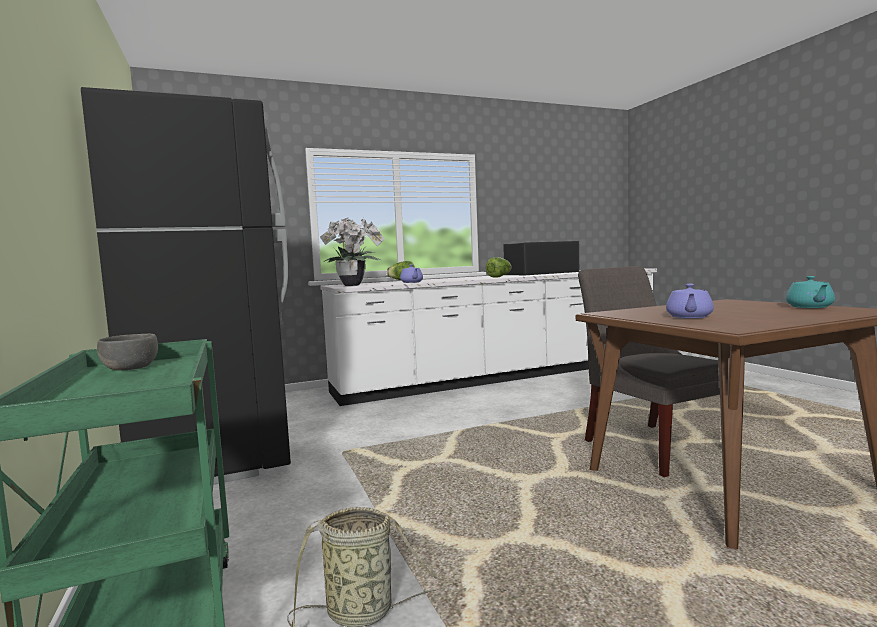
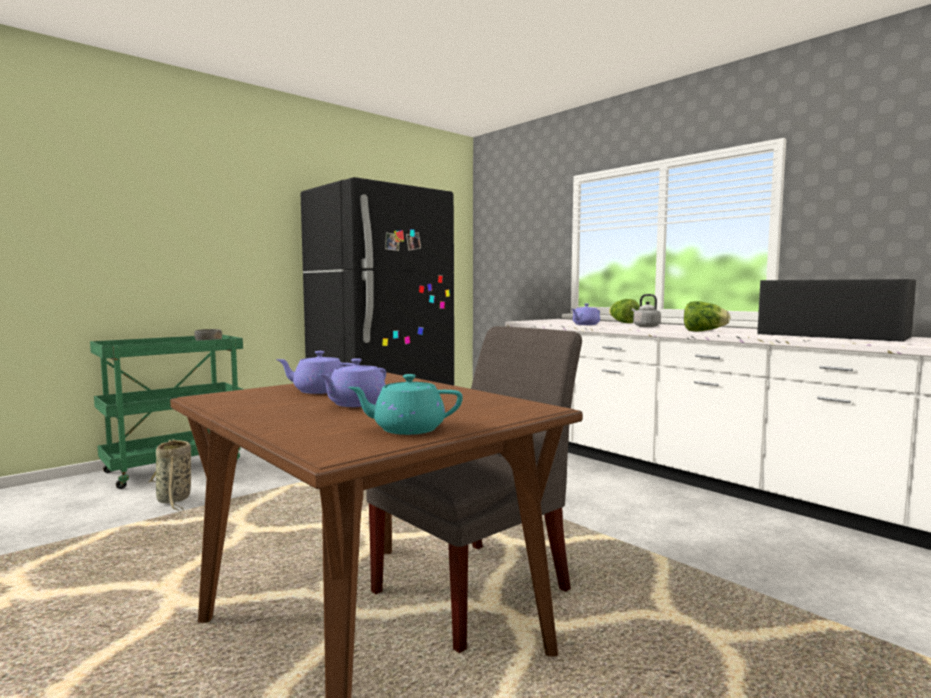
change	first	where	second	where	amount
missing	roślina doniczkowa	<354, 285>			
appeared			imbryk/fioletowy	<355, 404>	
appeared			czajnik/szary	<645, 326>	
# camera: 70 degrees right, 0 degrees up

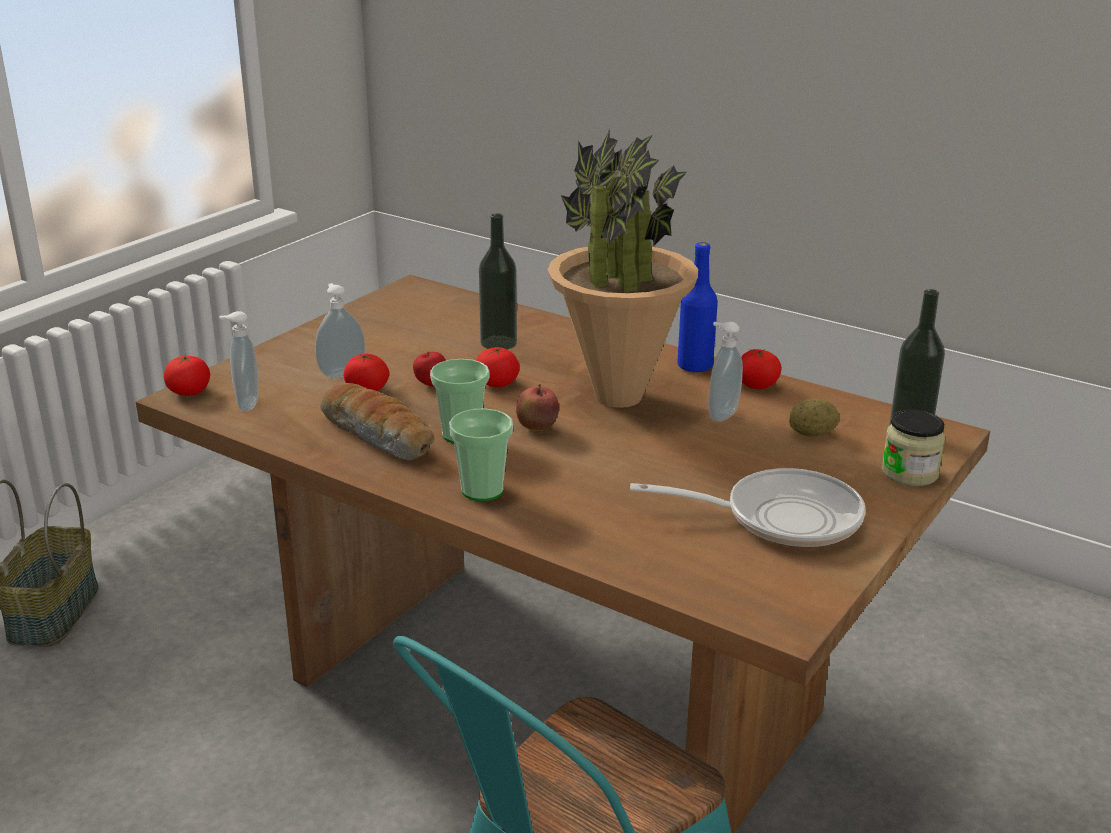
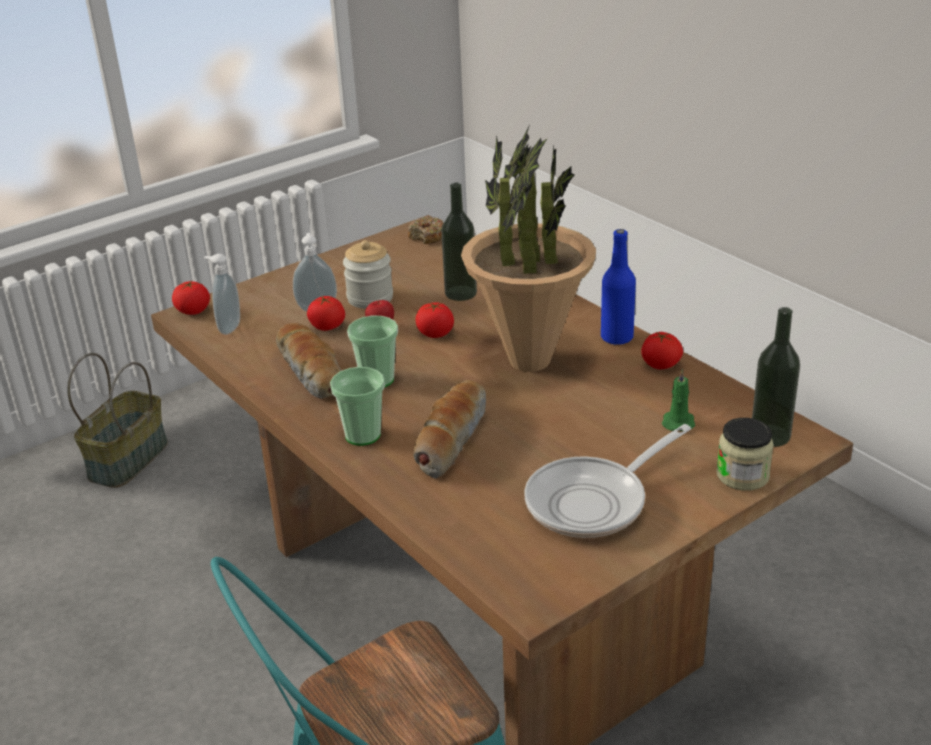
change	first	where	second	where	amount
missing	jabłko	<537, 428>			
missing	dozownik mydła	<721, 414>			
appeared			słoik	<370, 298>	
appeared			donut	<427, 236>	
appeared			chleb	<450, 438>	
exchanged	ziemniak	<812, 434>	świeca/zielony	<678, 422>	
spun	patelnia	<780, 517>		<594, 501>	120 degrees clockwise
# camera: 20 degrees right, 5 degrees up

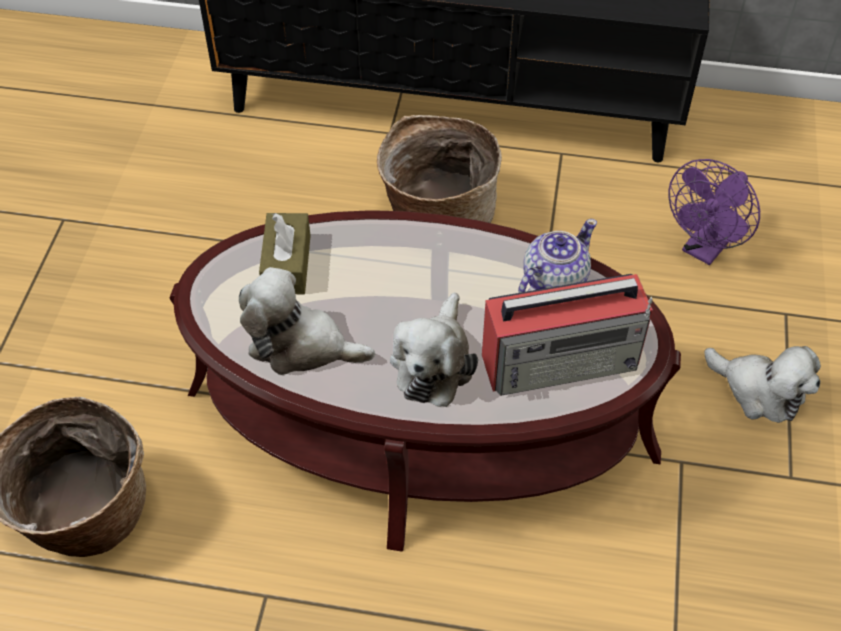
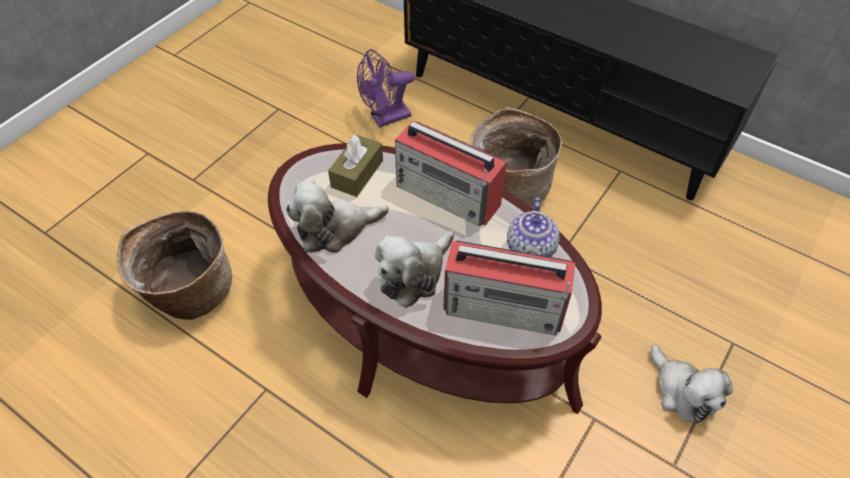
change	first	where	second	where	amount
appeared			radio	<449, 195>	
relocated	wentylator/fioletowy	<704, 249>		<385, 118>	
spun	pluszak	<301, 345>		<335, 229>	60 degrees counterclockwise
spun	imbryk	<553, 280>		<531, 248>	120 degrees clockwise
# camera: 25 degrees right, 0 degrees up

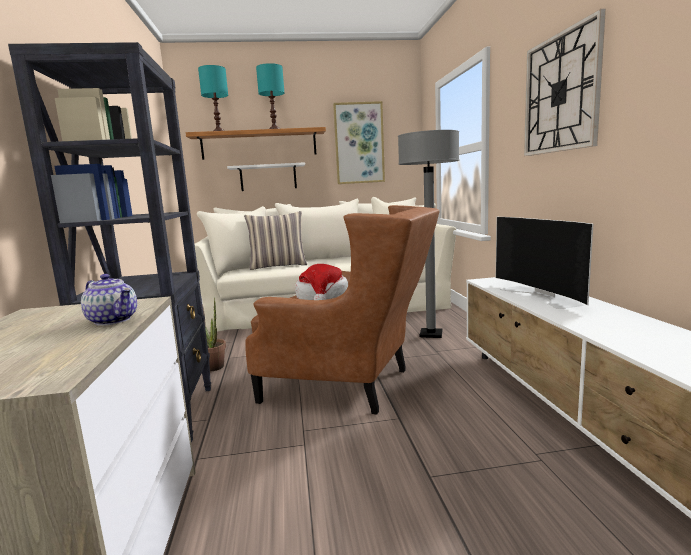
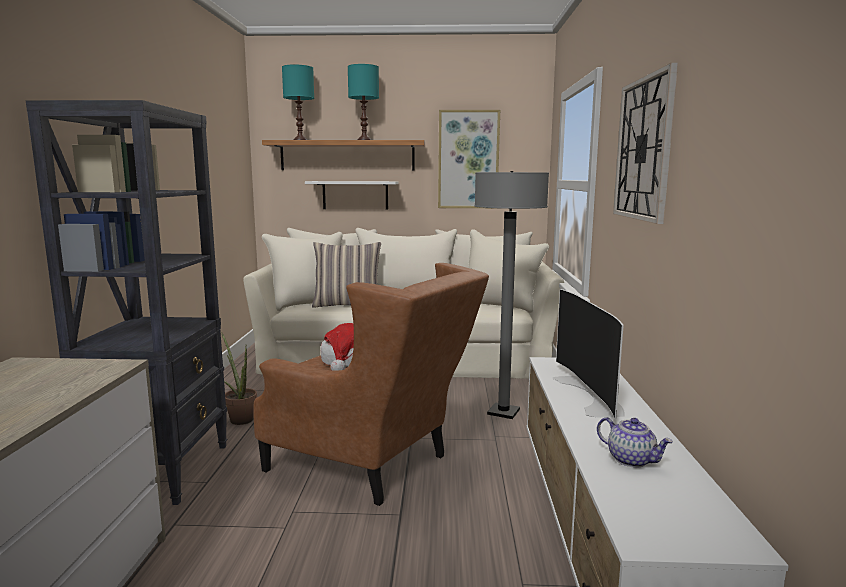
change	first	where	second	where	amount
relocated	imbryk	<114, 320>		<631, 460>	
# camera: 10 degrees right, 0 degrees up

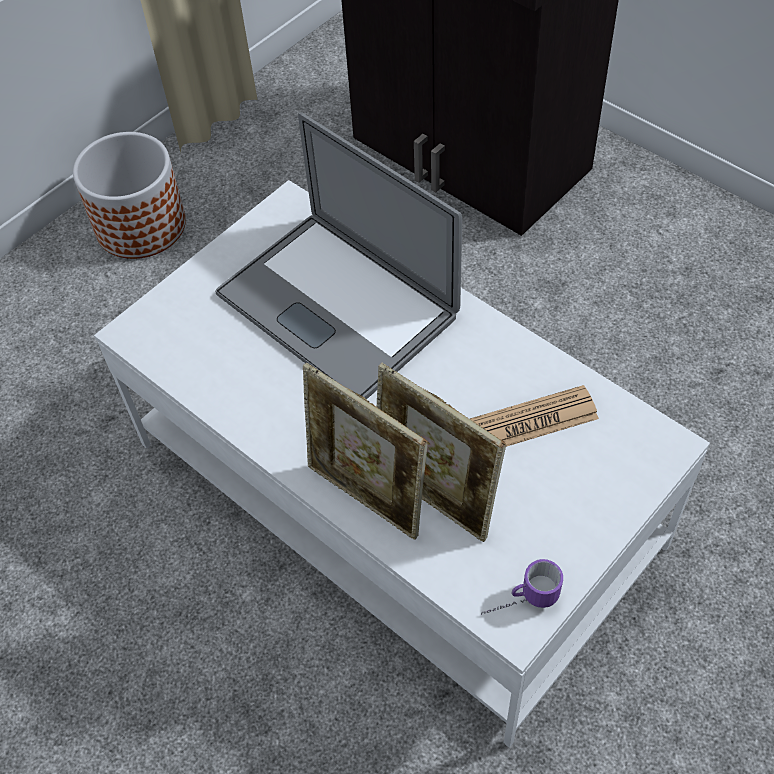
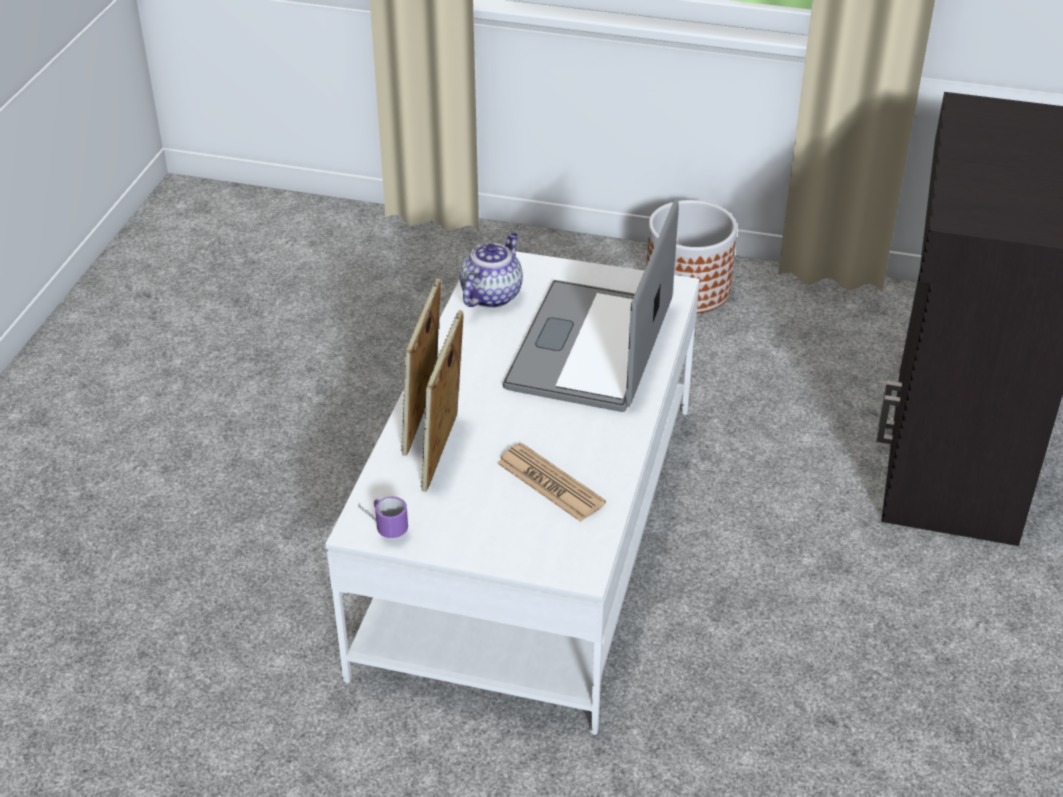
change	first	where	second	where	amount
appeared			imbryk	<491, 295>	
# camera: 60 degrees right, 15 degrees down

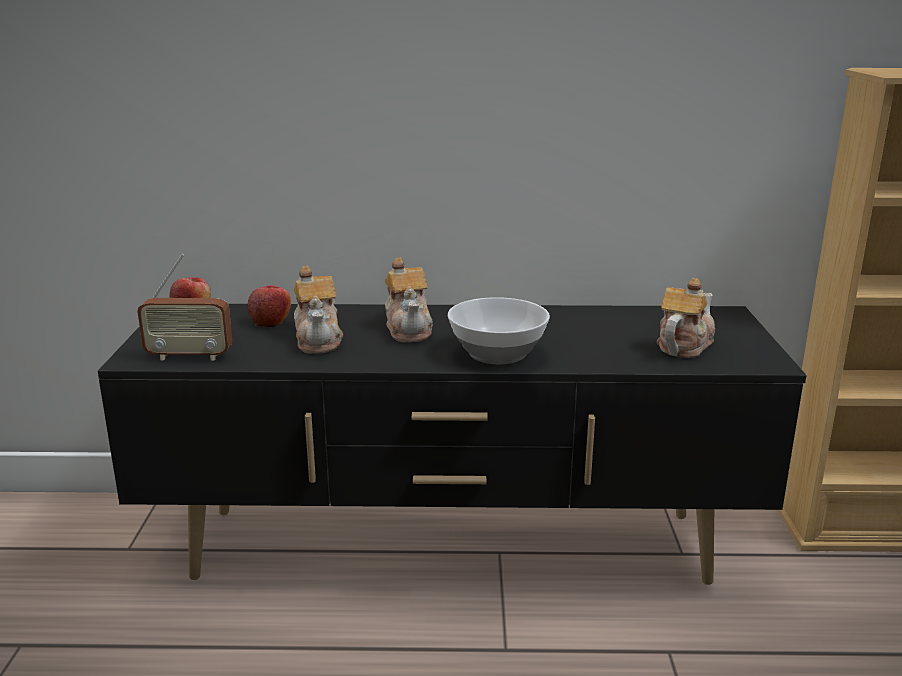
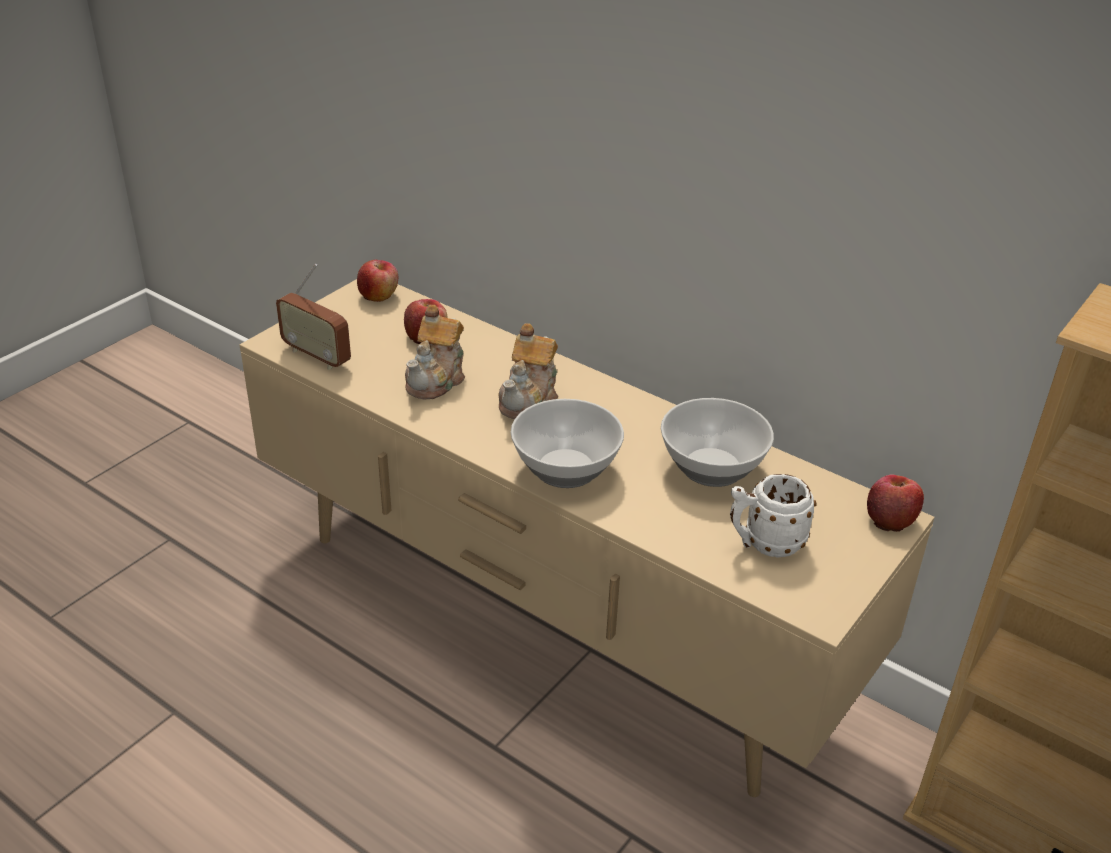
change	first	where	second	where	amount
appeared			miska	<711, 468>	
appeared			jabłko	<890, 518>	
exchanged	imbryk	<683, 346>	kubek/biały	<764, 543>	
colour	szafka pod telewizor/czarny	<452, 548>	szafka pod telewizor/beżowy	<552, 623>	
# camera: 35 degrees right, 15 degrees up

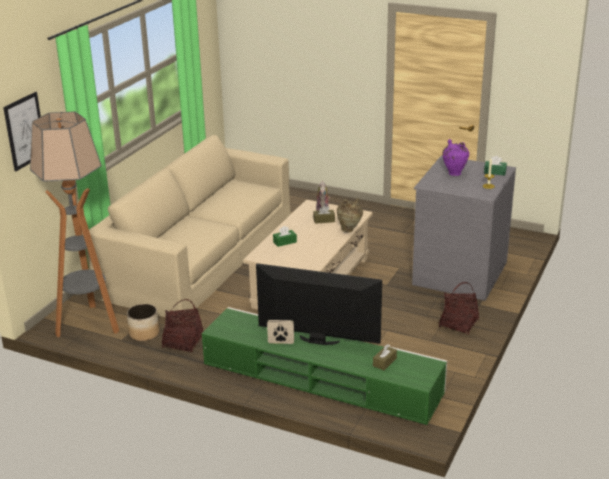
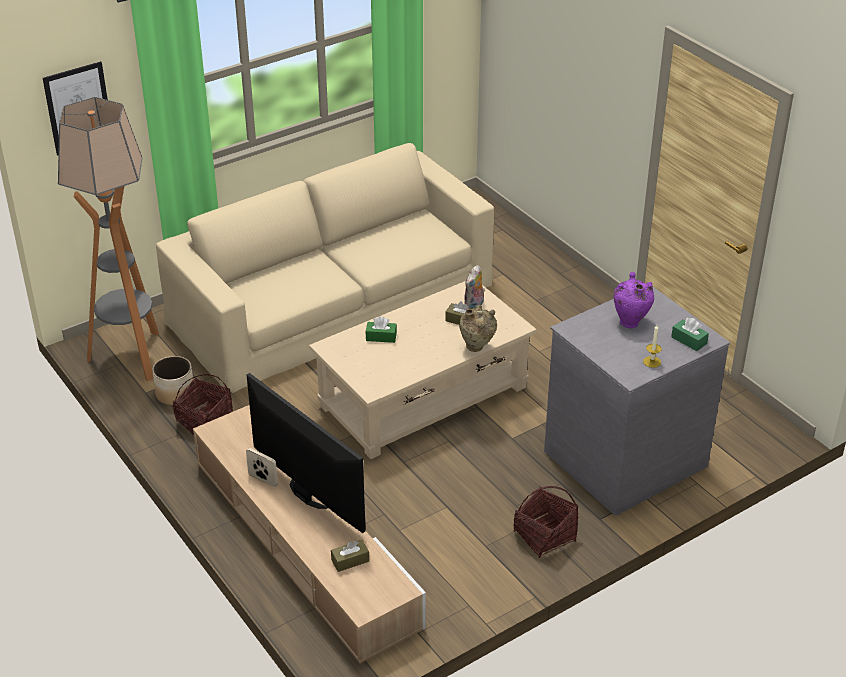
change	first	where	second	where	amount
colour	szafka pod telewizor/zielony	<320, 379>	szafka pod telewizor/beżowy	<304, 543>	
# camera: 30 degrees right, 10 degrees up

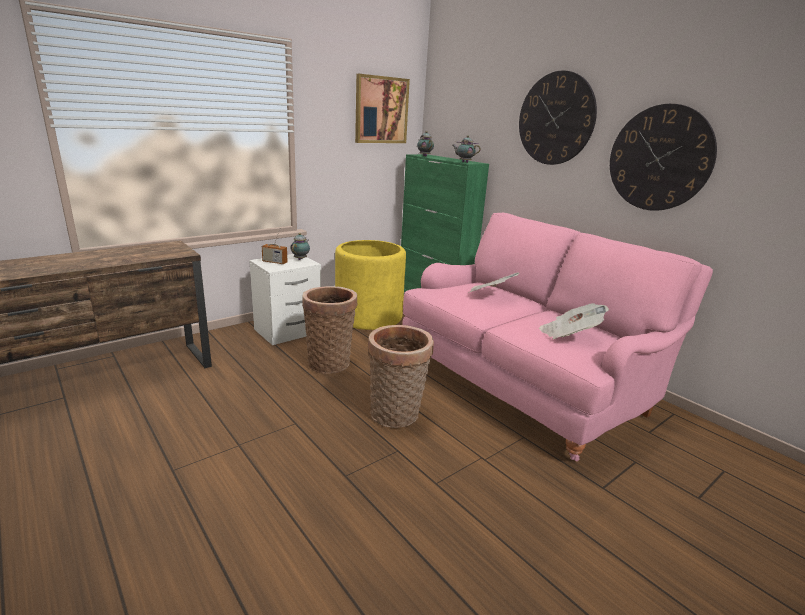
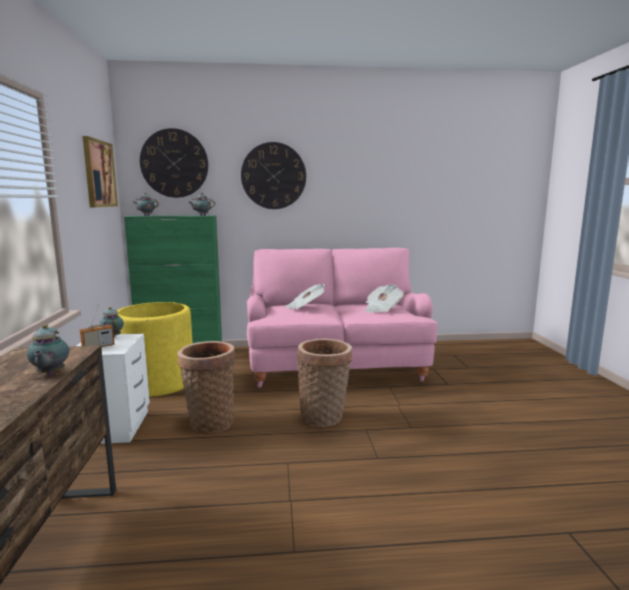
change	first	where	second	where	amount
appeared			imbryk	<50, 374>	
relocated	zegar ścienny	<659, 158>		<174, 163>	
# camera: 55 degrees left, 10 degrees down

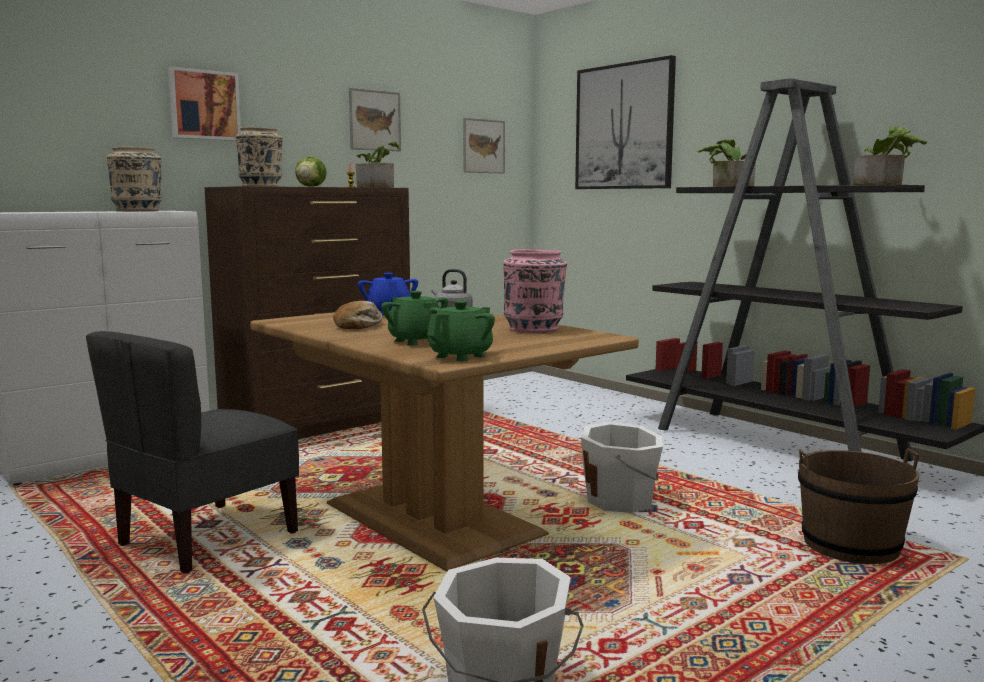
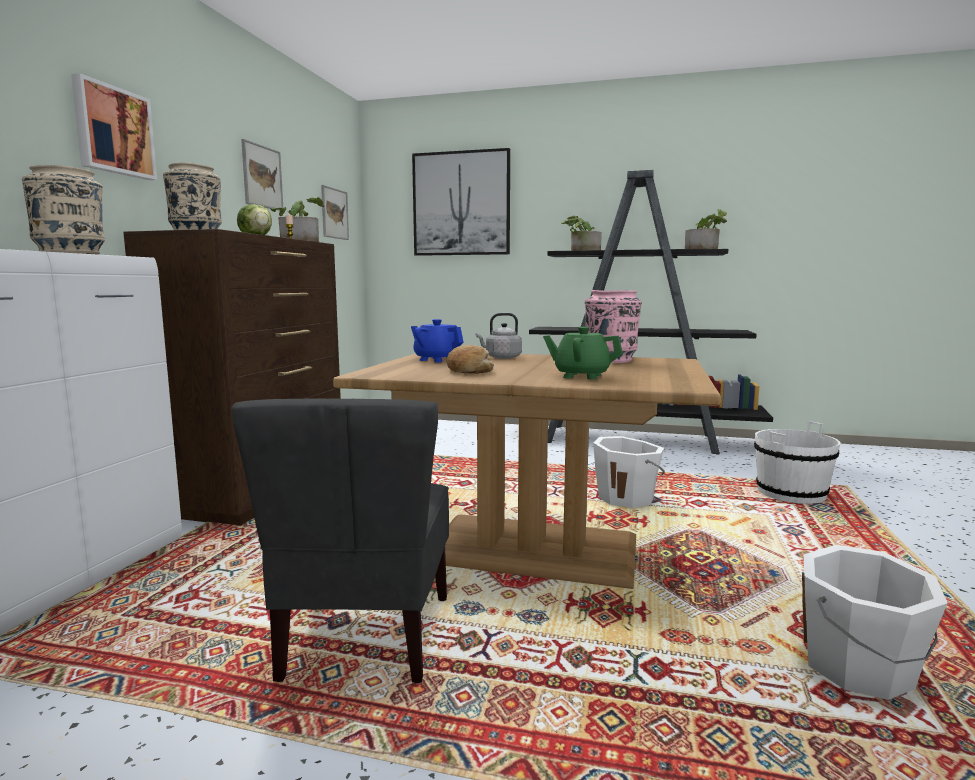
change	first	where	second	where	amount
missing	imbryk/zielony	<461, 356>			
colour	wiadro/brązowy	<850, 545>	wiadro/biały	<791, 493>	
# camera: 35 degrees left, 0 degrees up

